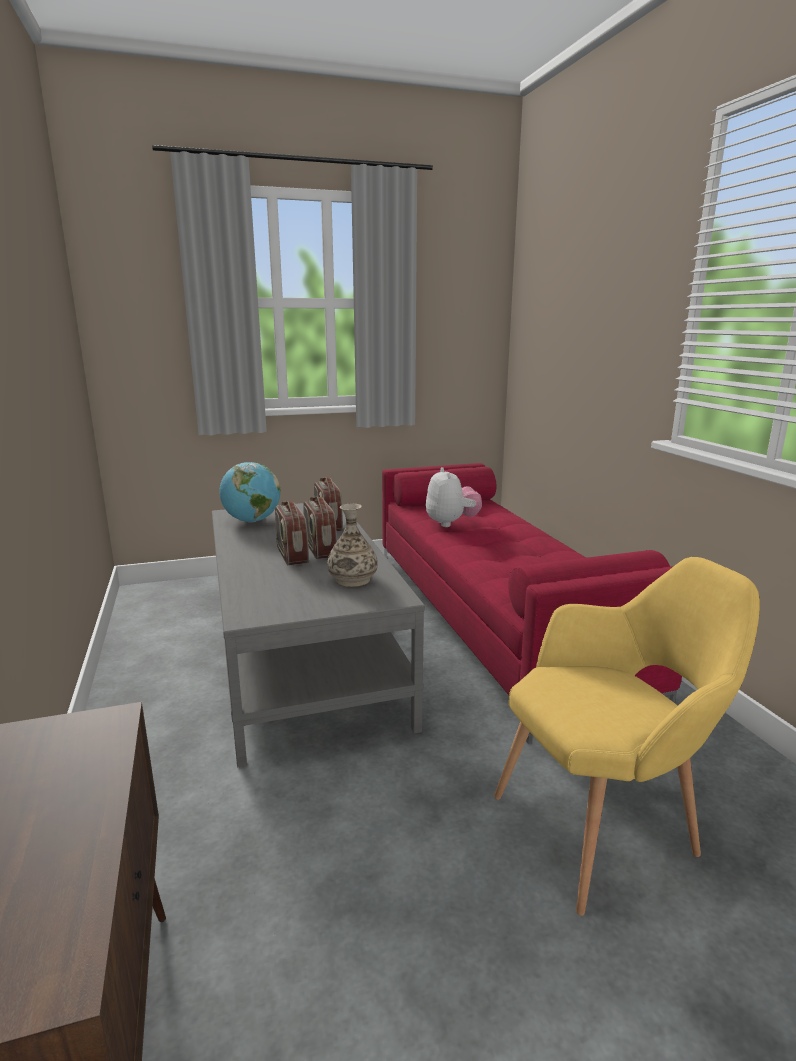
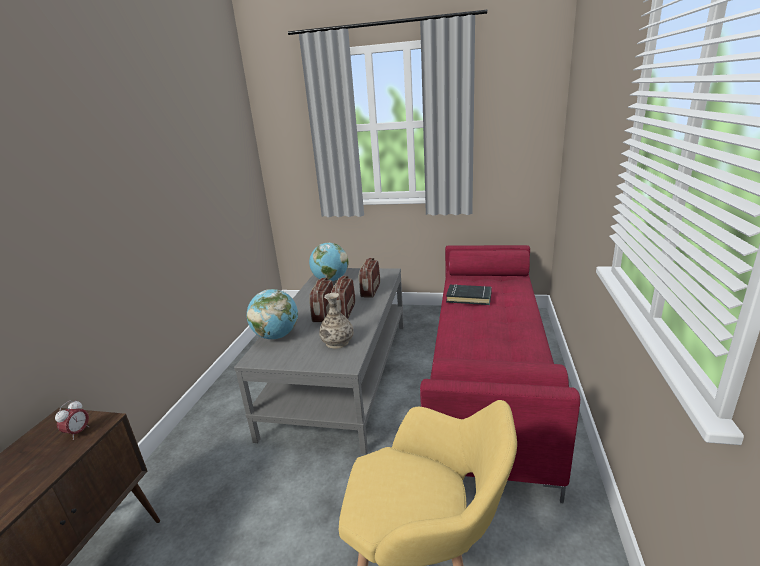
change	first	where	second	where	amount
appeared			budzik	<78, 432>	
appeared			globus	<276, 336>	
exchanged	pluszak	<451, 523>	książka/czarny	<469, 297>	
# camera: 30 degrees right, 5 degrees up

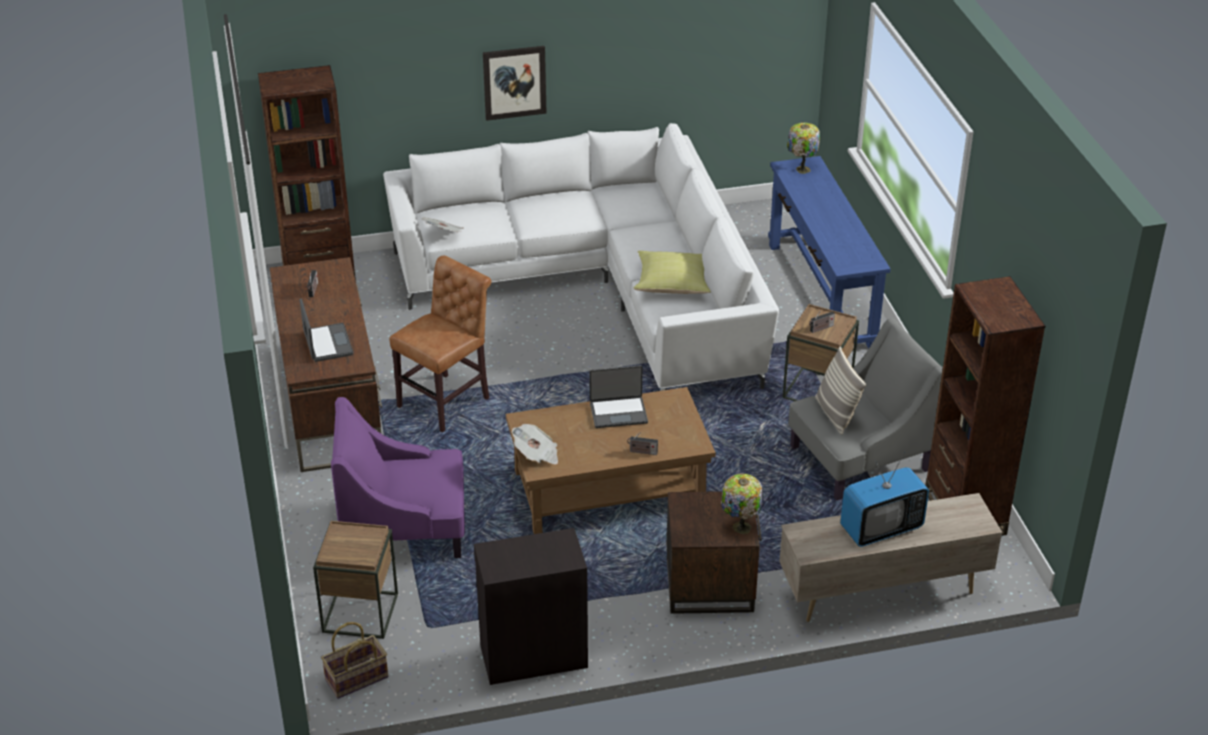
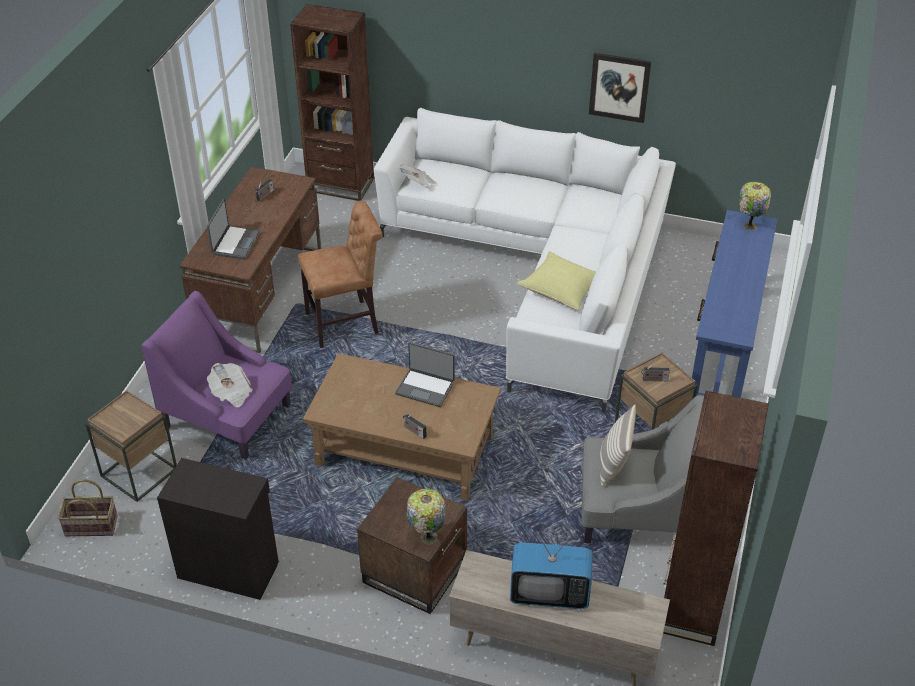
change	first	where	second	where	amount
relocated	obraz	<514, 82>		<619, 87>	
relocated	gazeta	<536, 455>		<231, 393>	
# camera: 30 degrees right, 5 degrees up

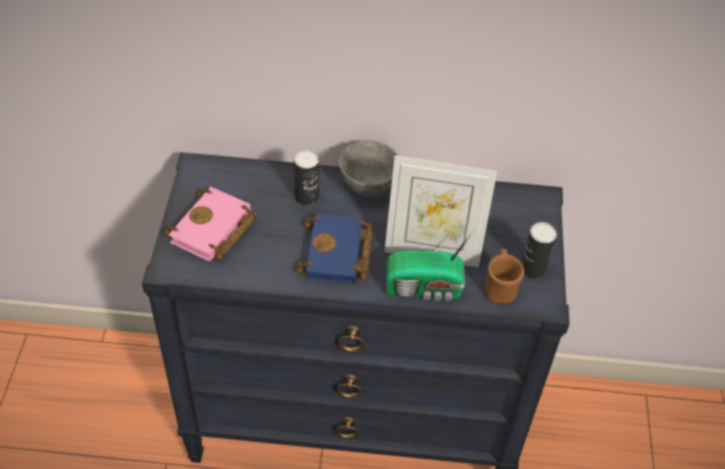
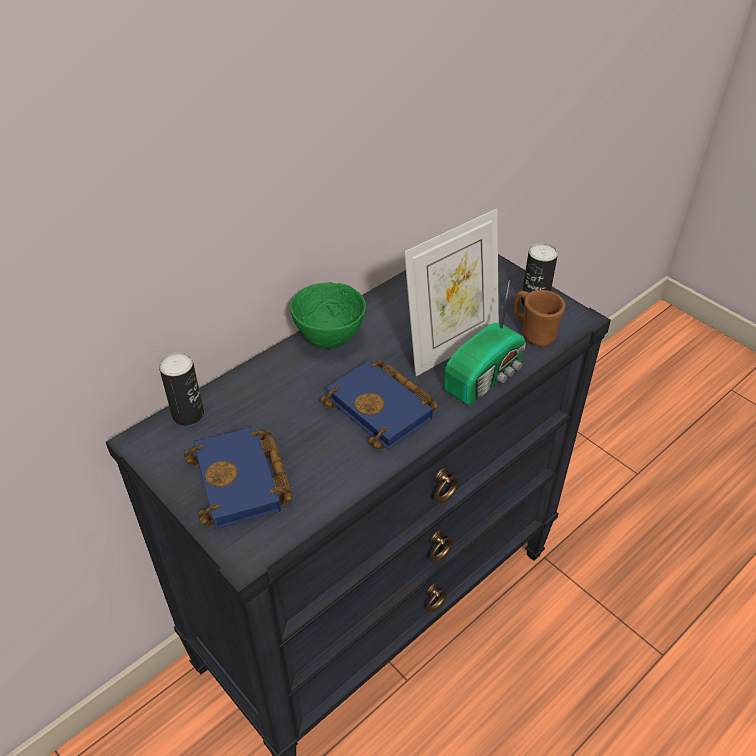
change	first	where	second	where	amount
relocated	puszka	<307, 197>		<188, 414>	
colour	książka/różowy	<213, 231>	książka/niebieski	<243, 483>	
colour	miska/szary	<367, 187>	miska/zielony	<329, 339>	
# camera: 45 degrees left, 5 degrees down

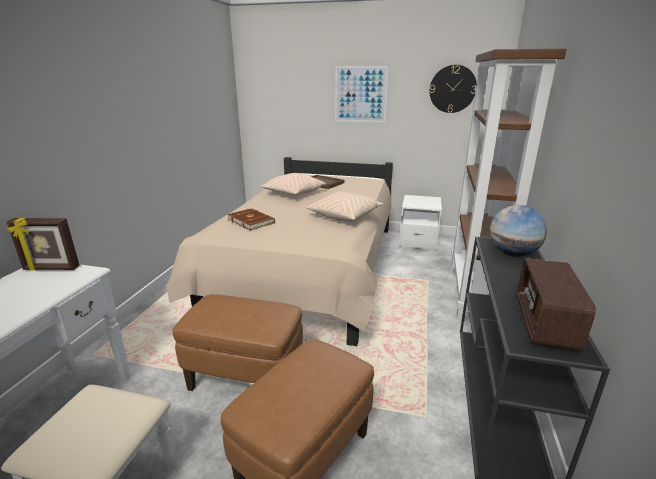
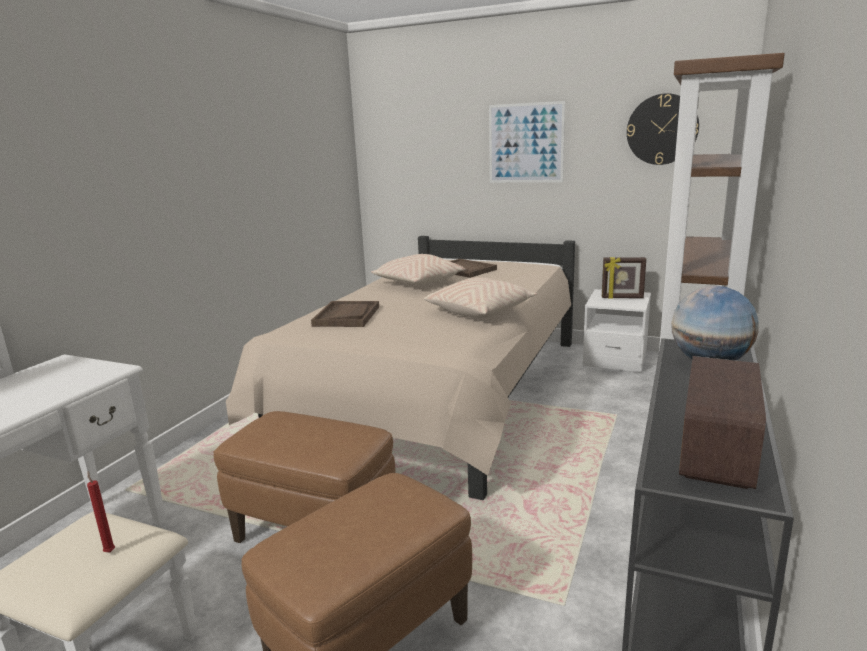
change	first	where	second	where	amount
appeared			świeca/czerwony	<109, 551>	
relocated	ramka na zdjęcie	<51, 269>		<622, 298>	
exchanged	książka/brązowy	<251, 221>	taca/brązowy	<346, 316>	
# camera: 10 degrees right, 5 degrees down

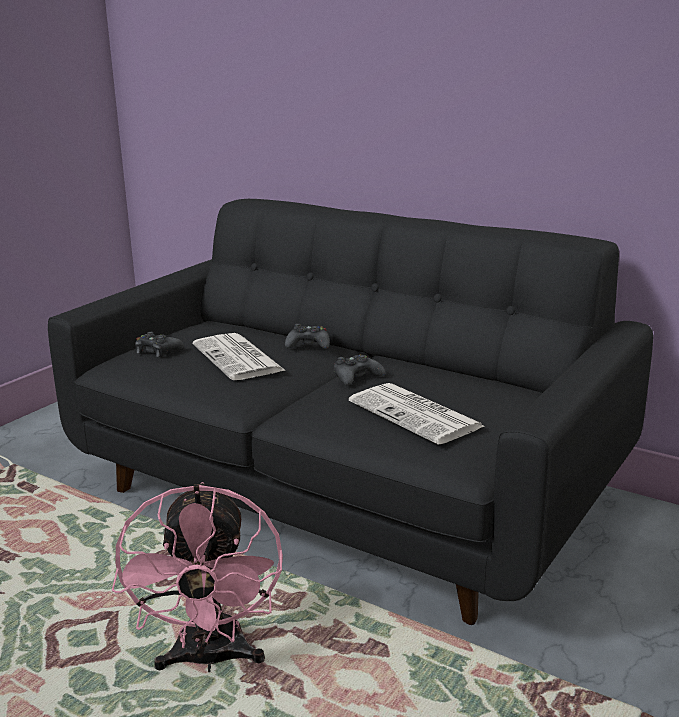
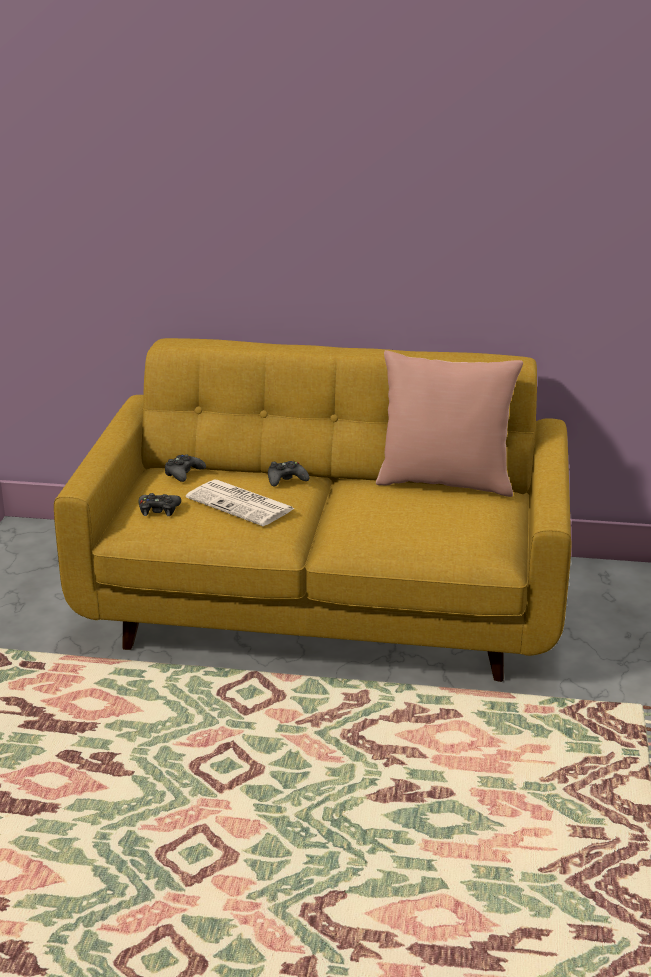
change	first	where	second	where	amount
missing	wentylator/różowy	<210, 659>			
missing	gazeta	<417, 415>			
appeared			poduszka/różowy	<445, 482>	
relocated	pad do gier/czarny	<356, 377>		<183, 473>	
colour	kanapa/czarny	<344, 492>	kanapa/żółty	<327, 604>	
# camera: 25 degrees left, 5 degrees up

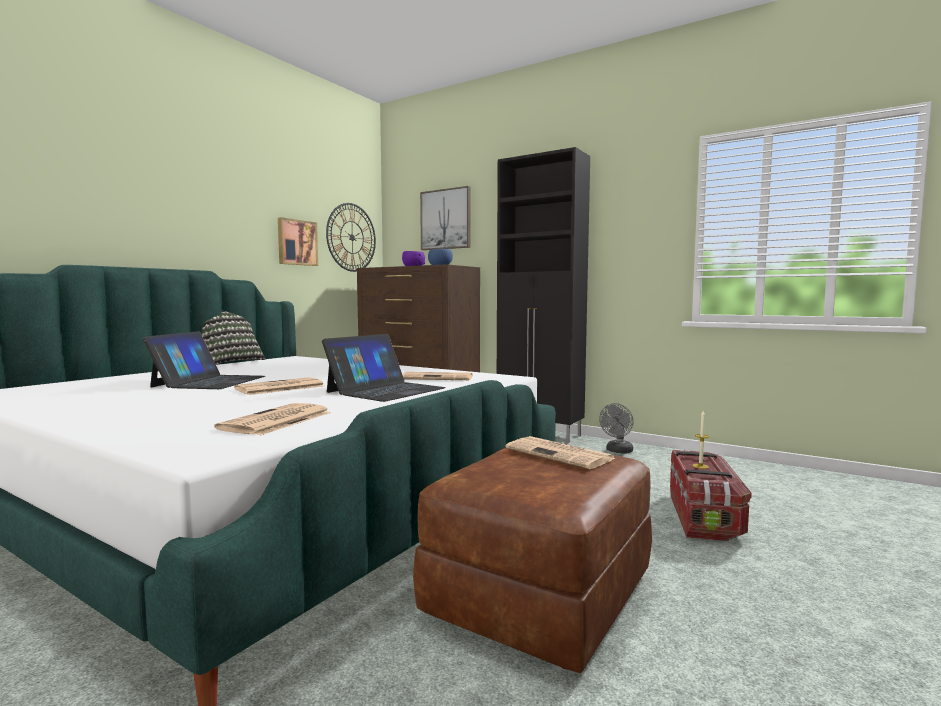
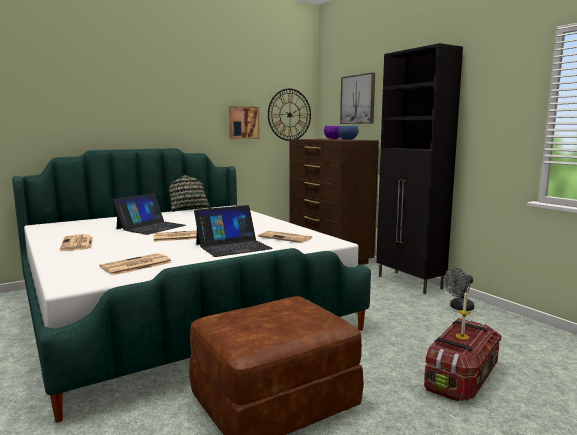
change	first	where	second	where	amount
relocated	gazeta	<561, 454>		<77, 243>	
# camera: 25 degrees right, 5 degrees up

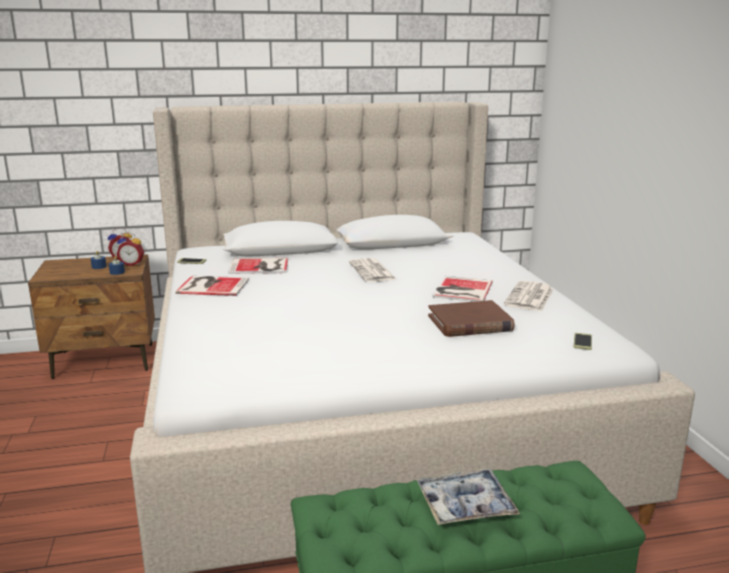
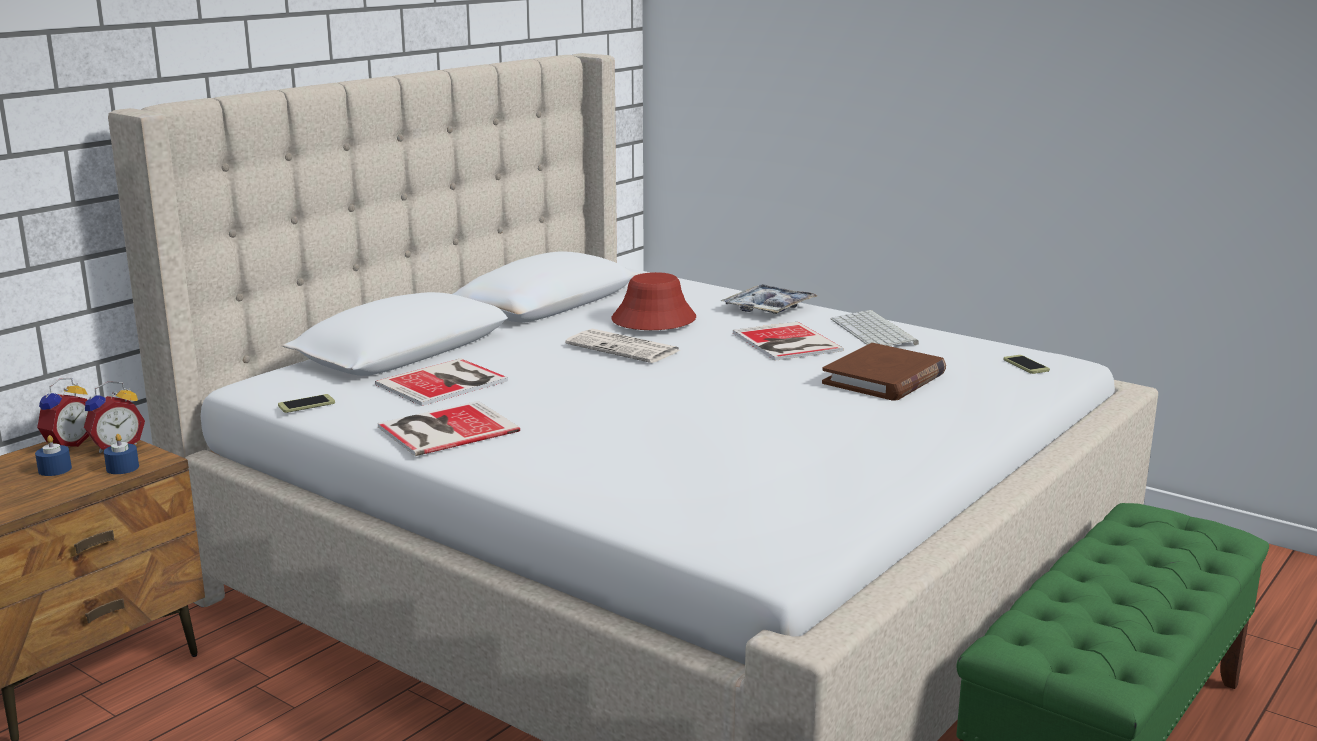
change	first	where	second	where	amount
appeared			kapelusz/czerwony	<653, 319>	
relocated	taca	<465, 505>		<768, 308>	
exchanged	gazeta	<529, 297>	klawiatura	<875, 332>	
# camera: 40 degrees left, 0 degrees up

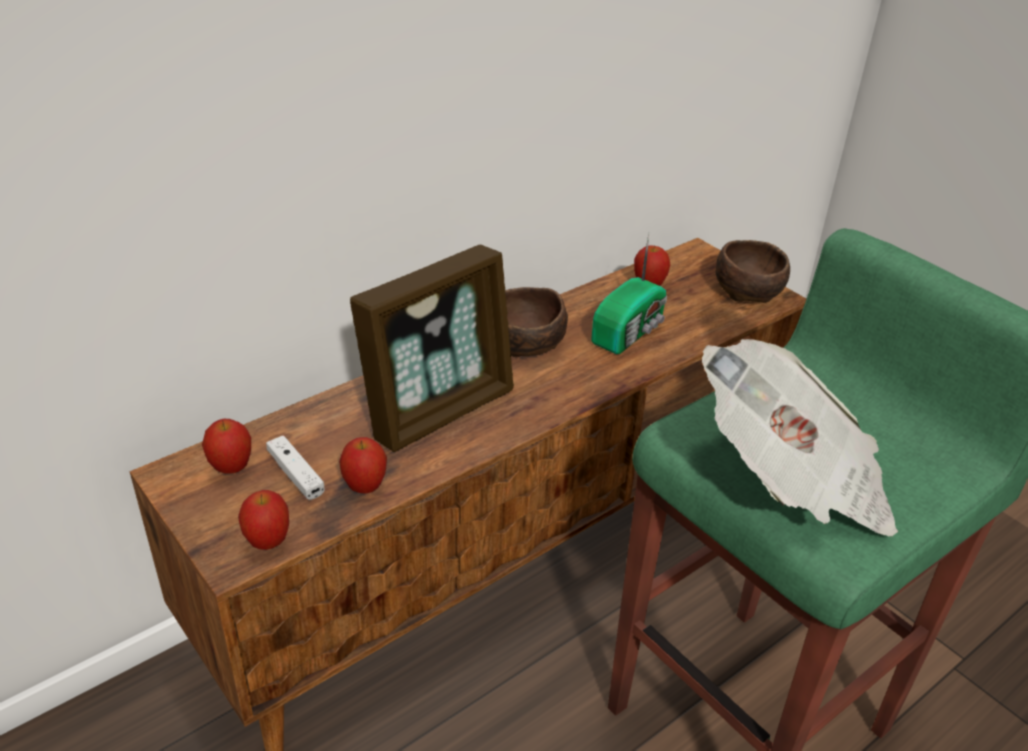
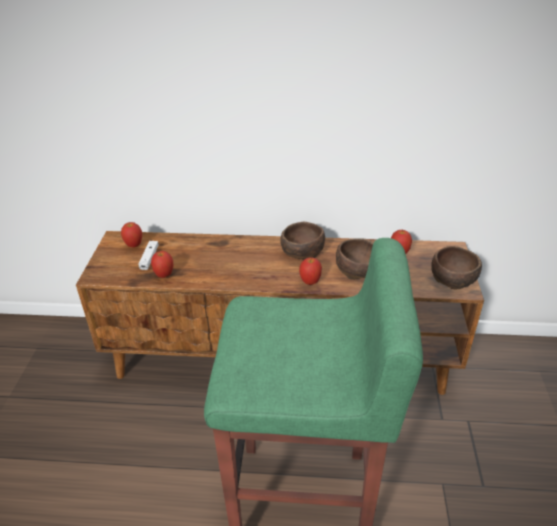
change	first	where	second	where	amount
missing	ramka na zdjęcie	<439, 409>			
missing	gazeta	<791, 479>			
relocated	jabłko	<268, 542>		<310, 282>	
exchanged	radio	<630, 331>	miska/brązowy	<358, 269>	
# camera: 45 degrees right, 0 degrees up

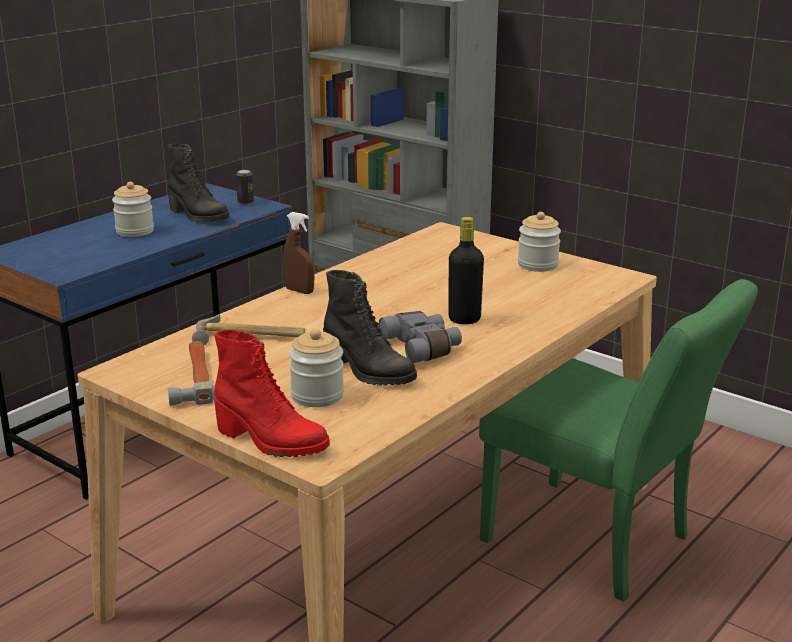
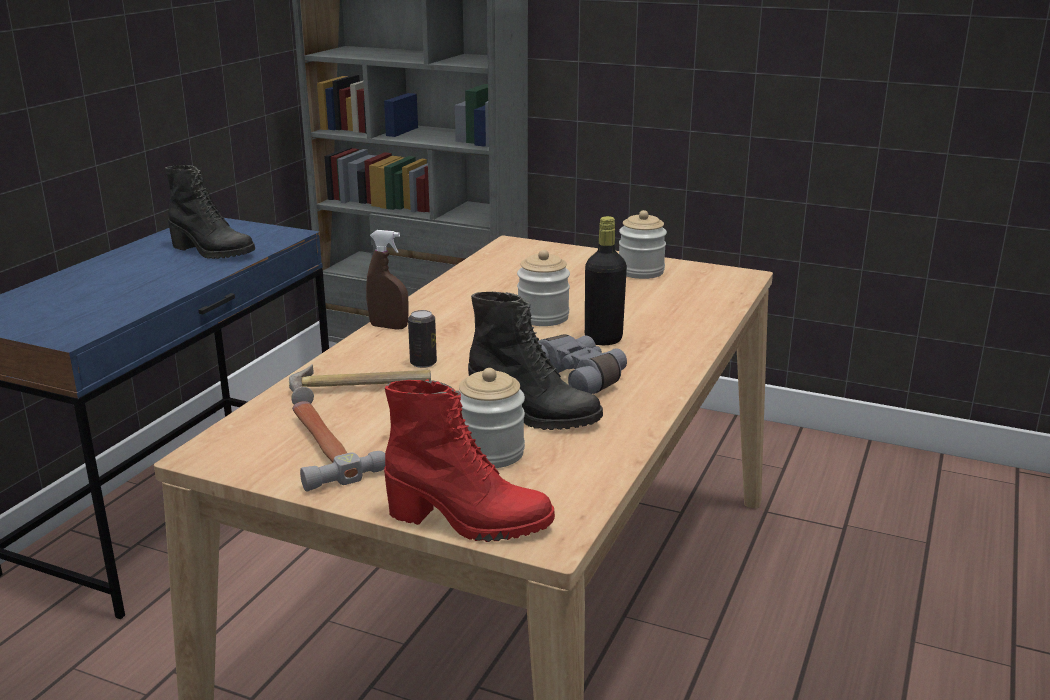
change	first	where	second	where	amount
missing	krzesło/zielony	<599, 544>			
relocated	słoik	<135, 231>		<543, 317>	
relocated	puszka	<245, 202>		<423, 363>	
# camera: 15 degrees left, 0 degrees up

